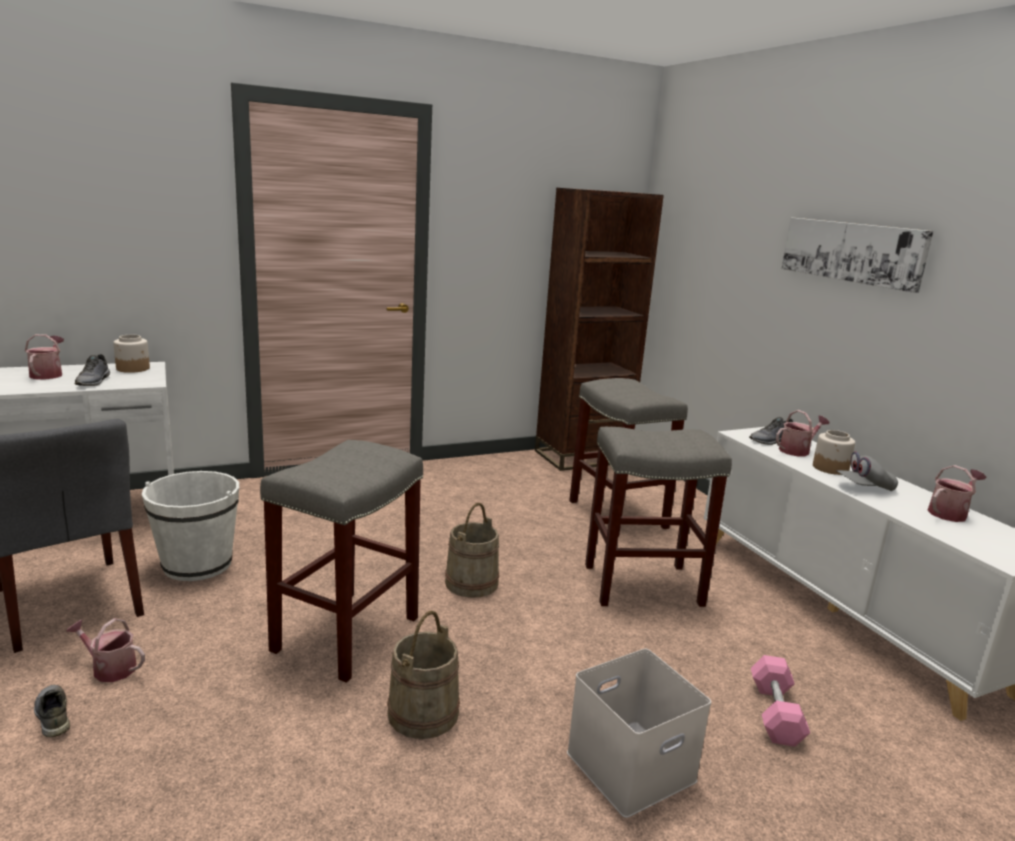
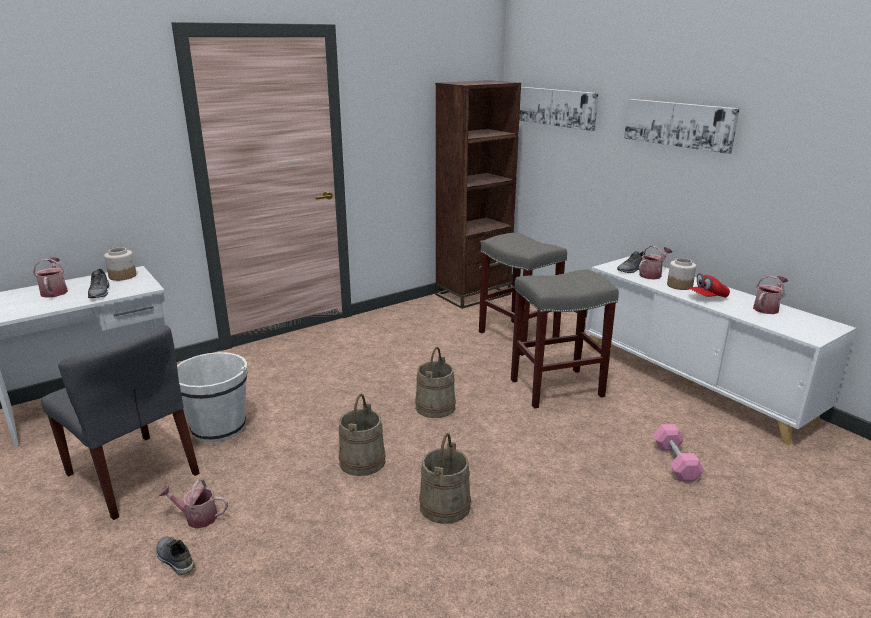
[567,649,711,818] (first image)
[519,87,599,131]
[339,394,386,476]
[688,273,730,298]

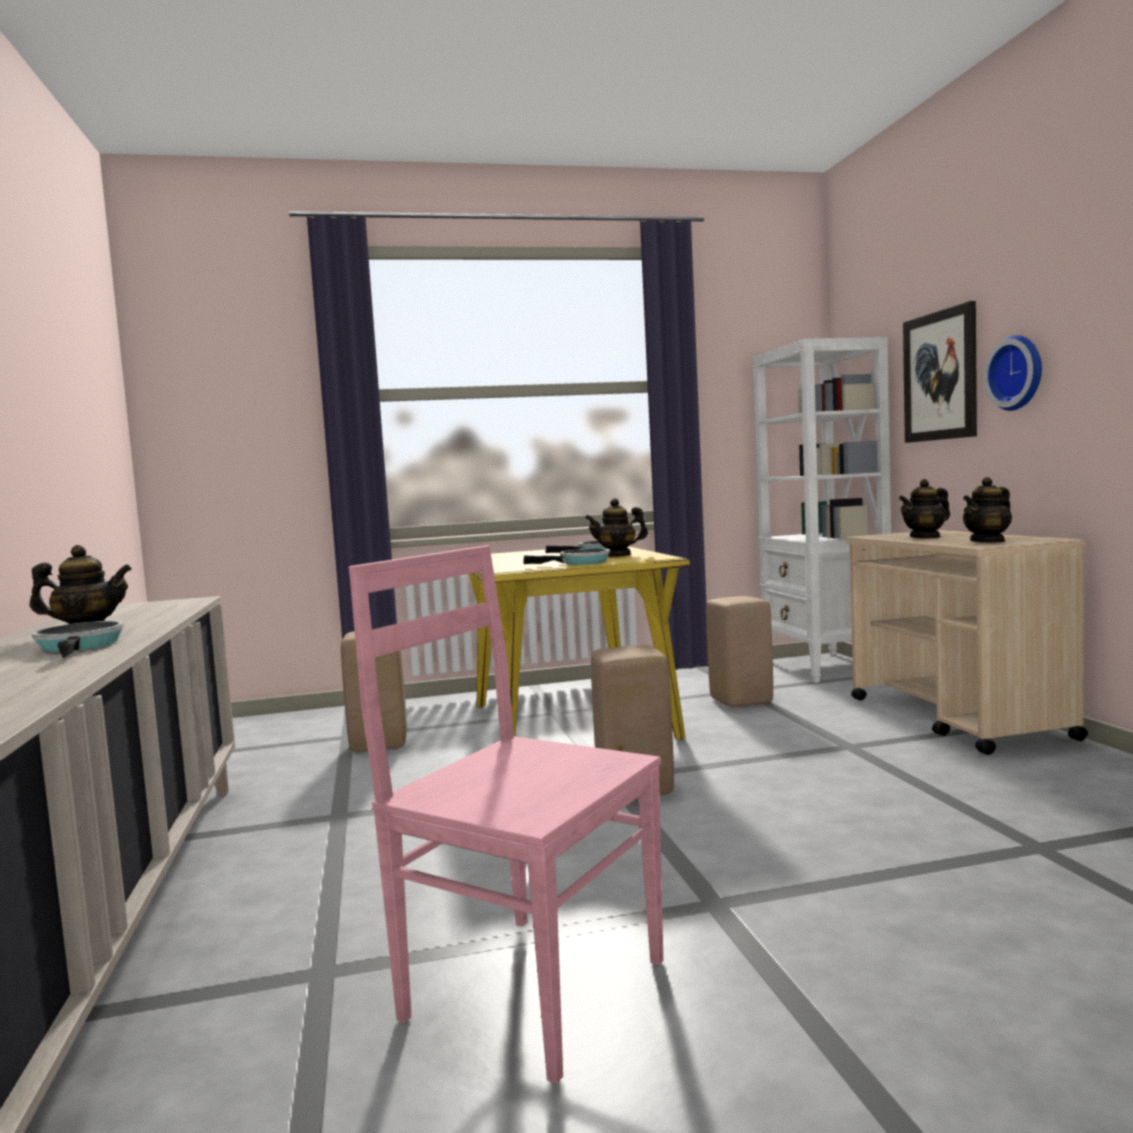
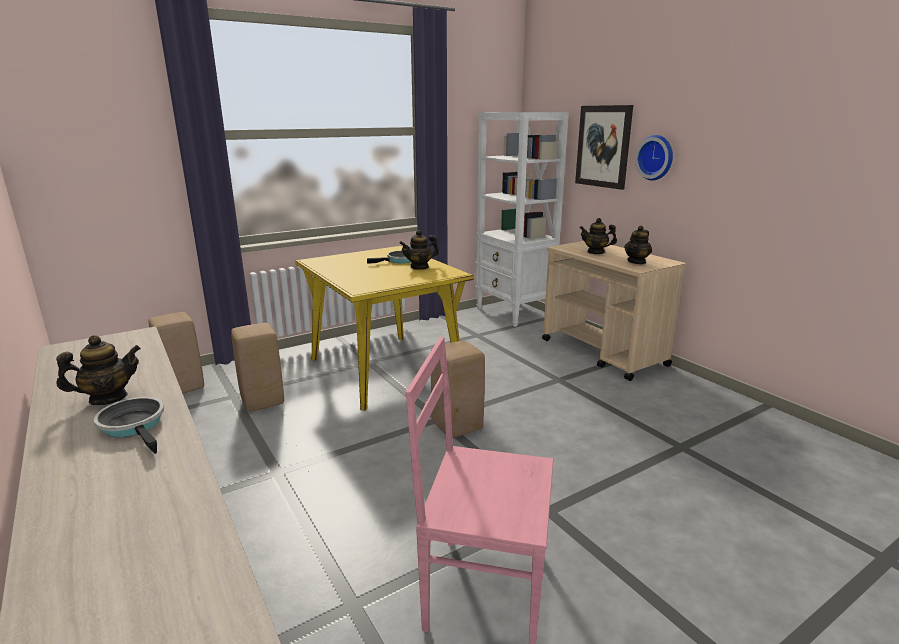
[523,549,610,565] (first image)
[148,312,204,394]
[579,218,617,254]

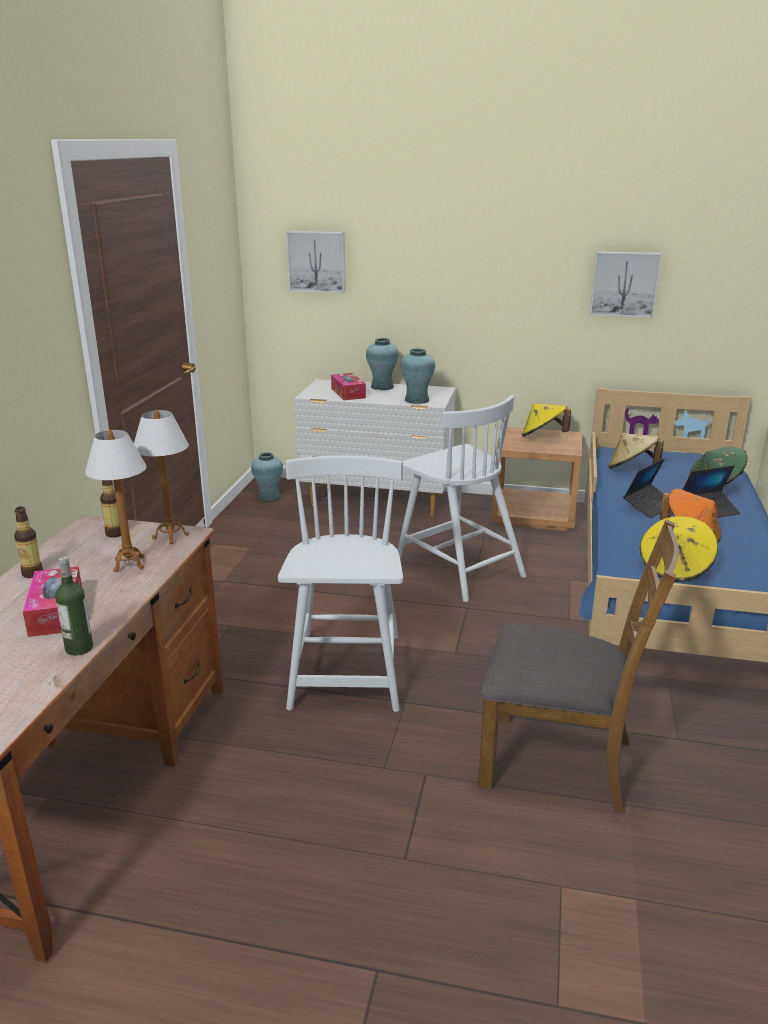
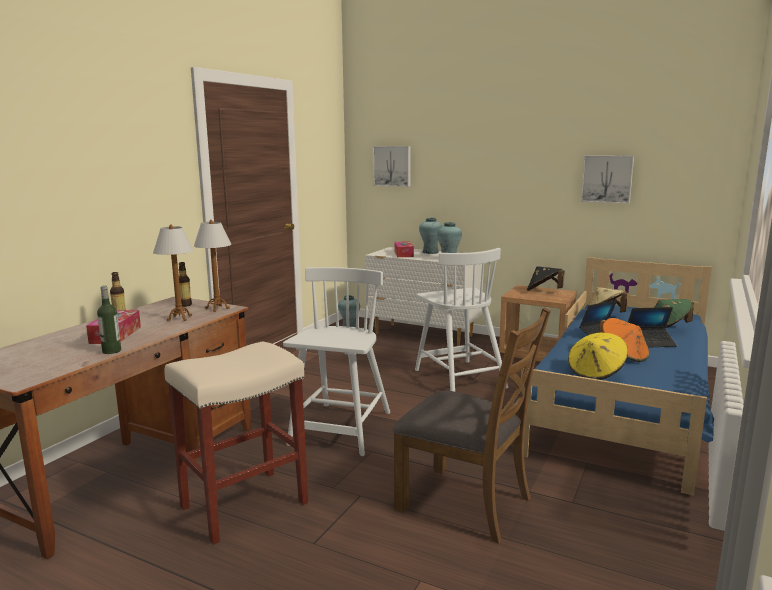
[164,342,308,545]
[527,266,565,291]

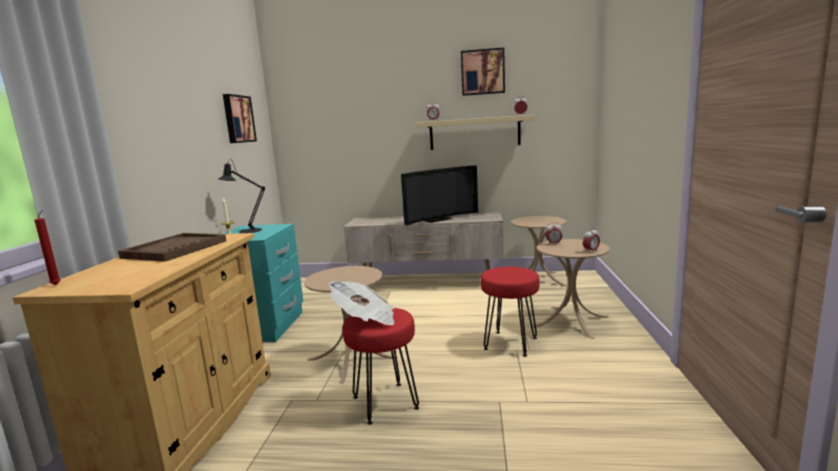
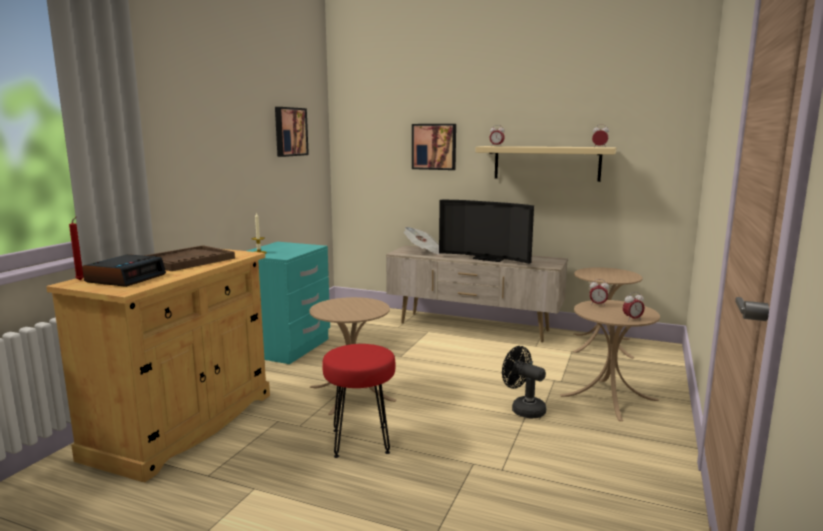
[218,159,265,233] (first image)
[82,254,166,287]
[404,227,440,254]
[412,124,456,170]
[502,346,546,418]
[439,200,534,264]

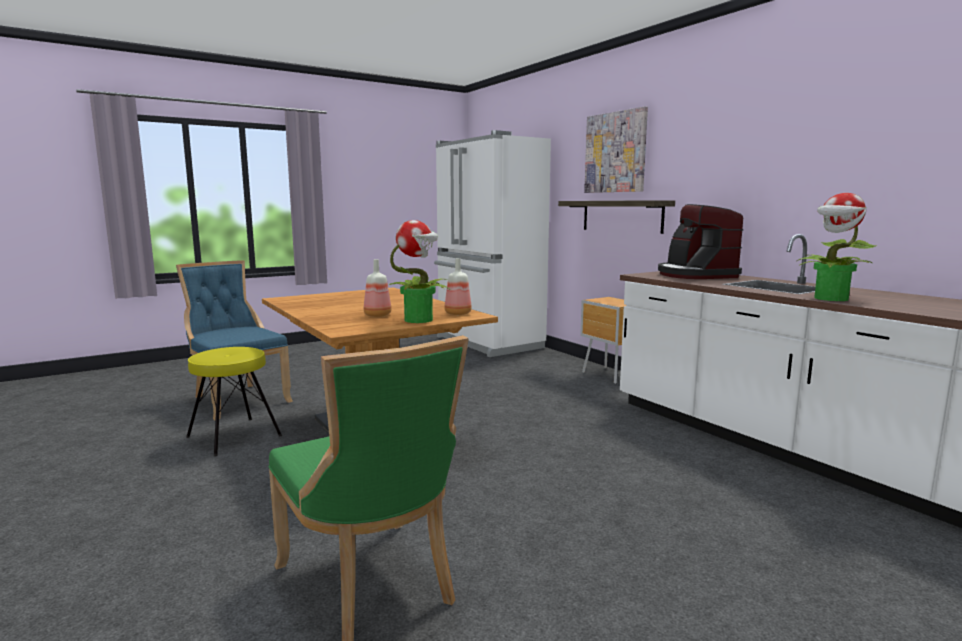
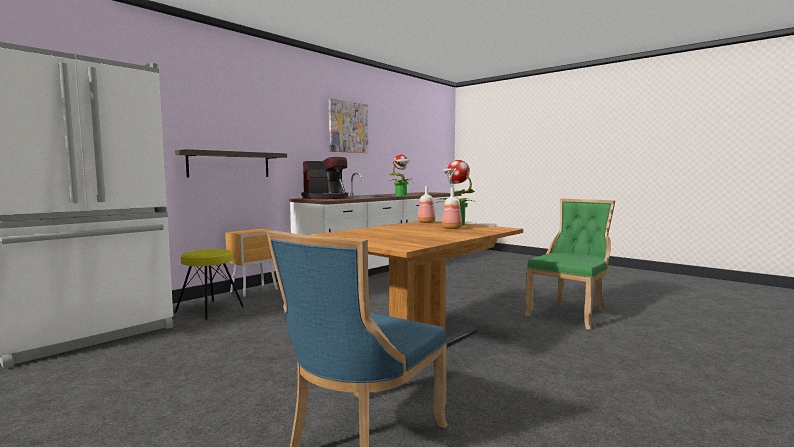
[174,249,244,320]
[329,98,368,153]

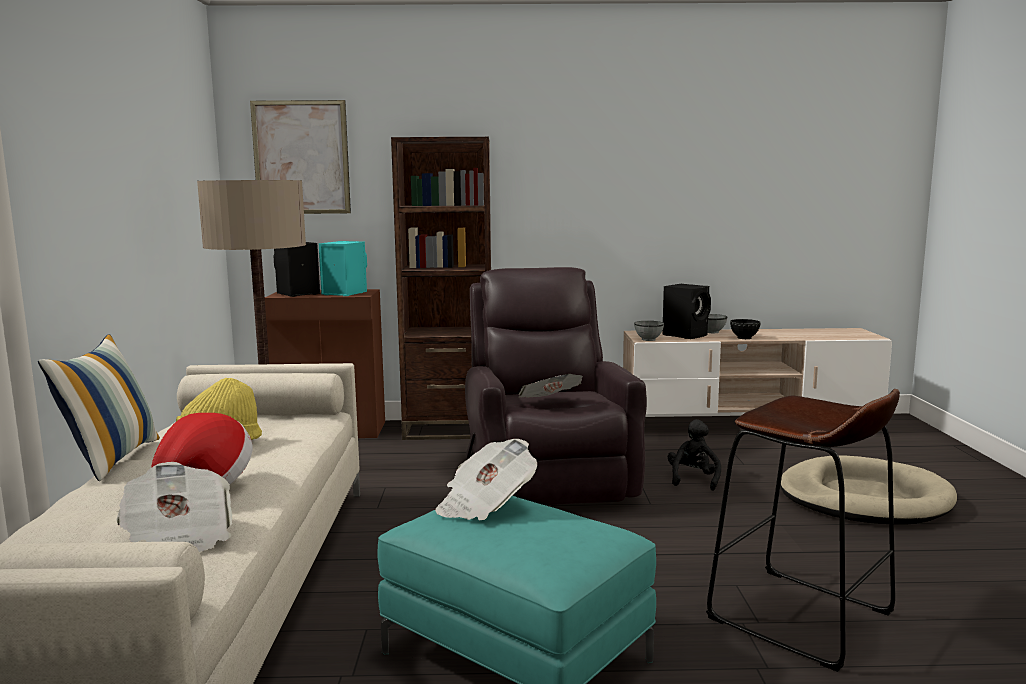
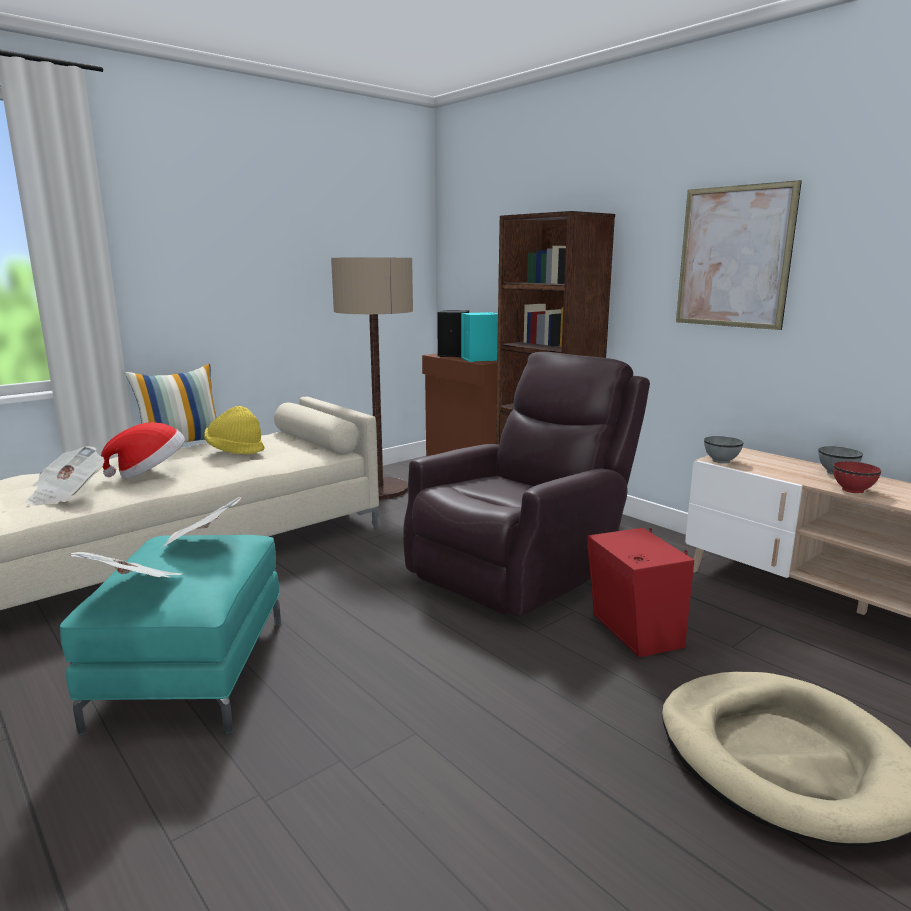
[662,284,711,339] (first image)
[706,389,900,672] (first image)
[676,180,802,330]
[69,552,183,577]
[587,528,694,657]
[833,461,881,493]

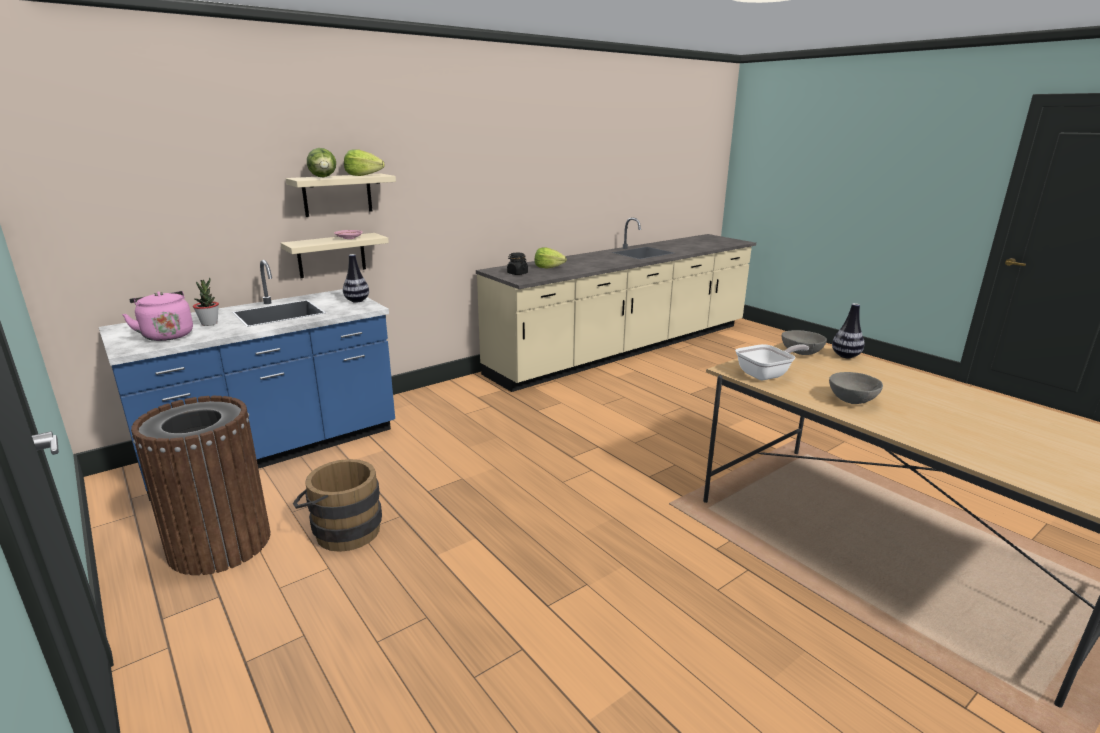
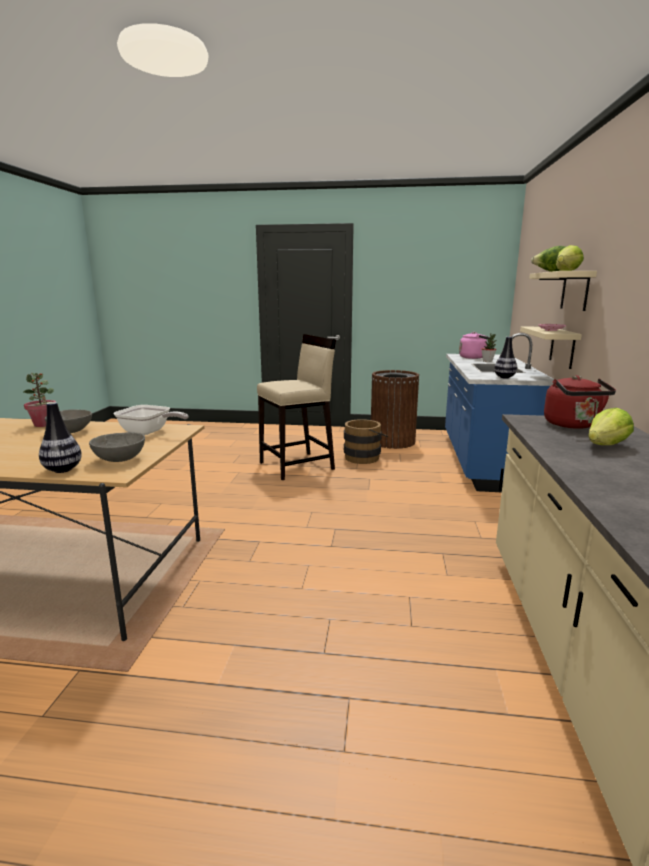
[23,373,56,427]
[257,334,336,480]
[544,375,616,429]
[113,405,188,435]

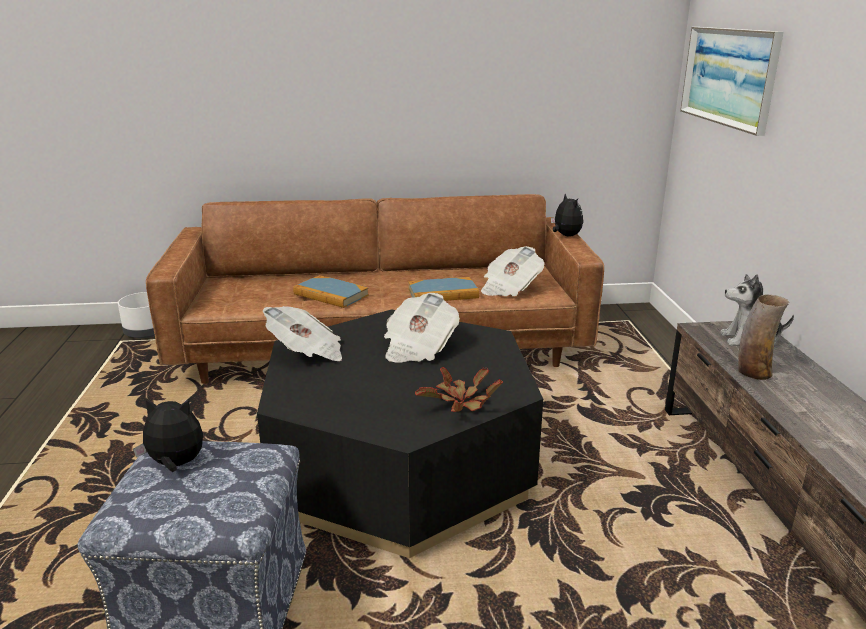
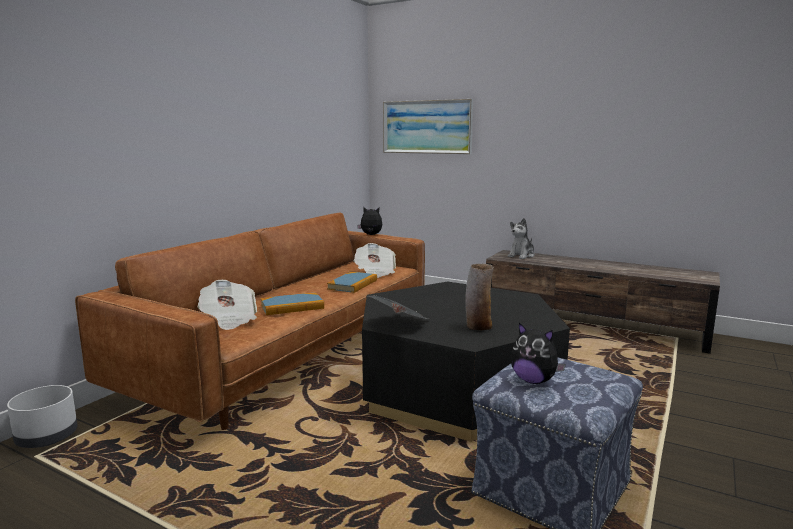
[415,367,503,412] (first image)
[197,280,257,330]
[465,264,494,330]
[510,323,566,384]

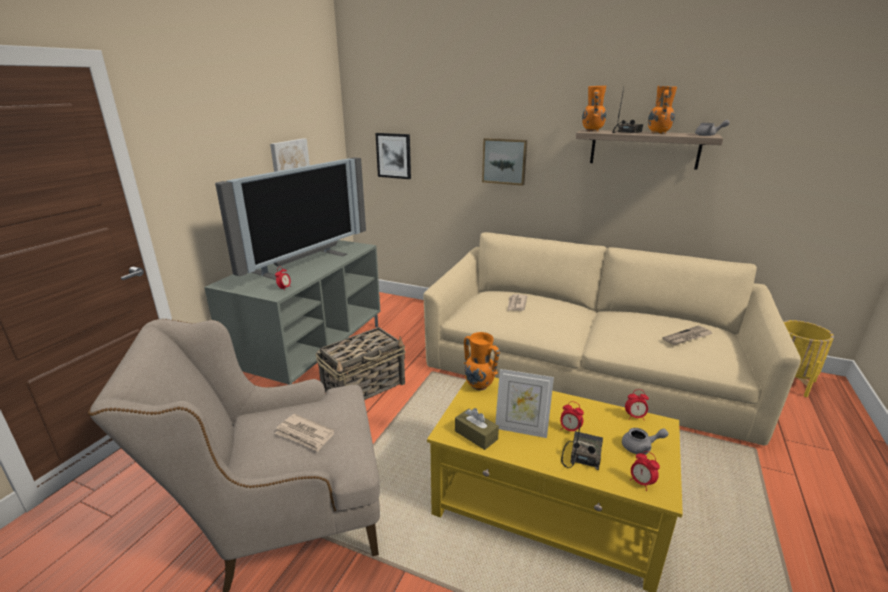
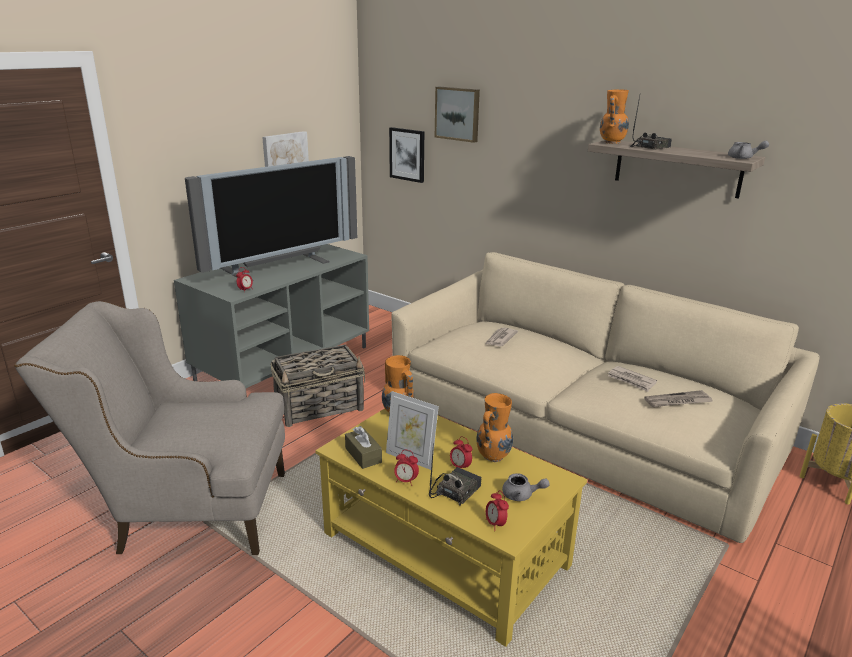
[608,366,657,392]
[435,87,480,143]
[394,450,419,486]
[476,393,513,462]

